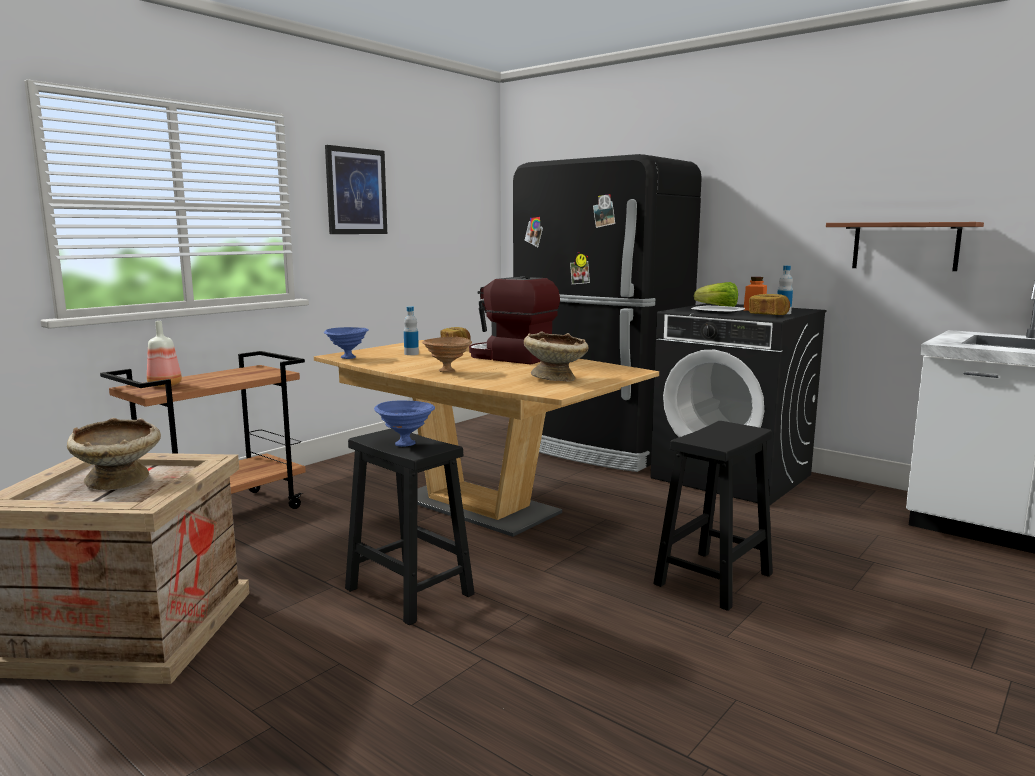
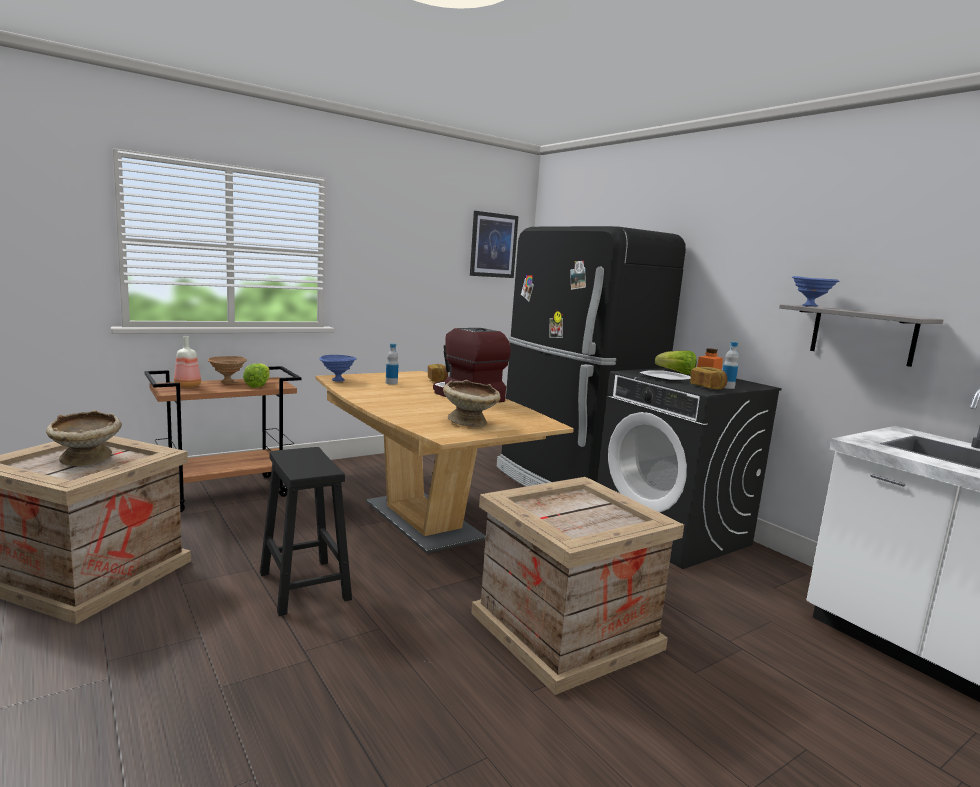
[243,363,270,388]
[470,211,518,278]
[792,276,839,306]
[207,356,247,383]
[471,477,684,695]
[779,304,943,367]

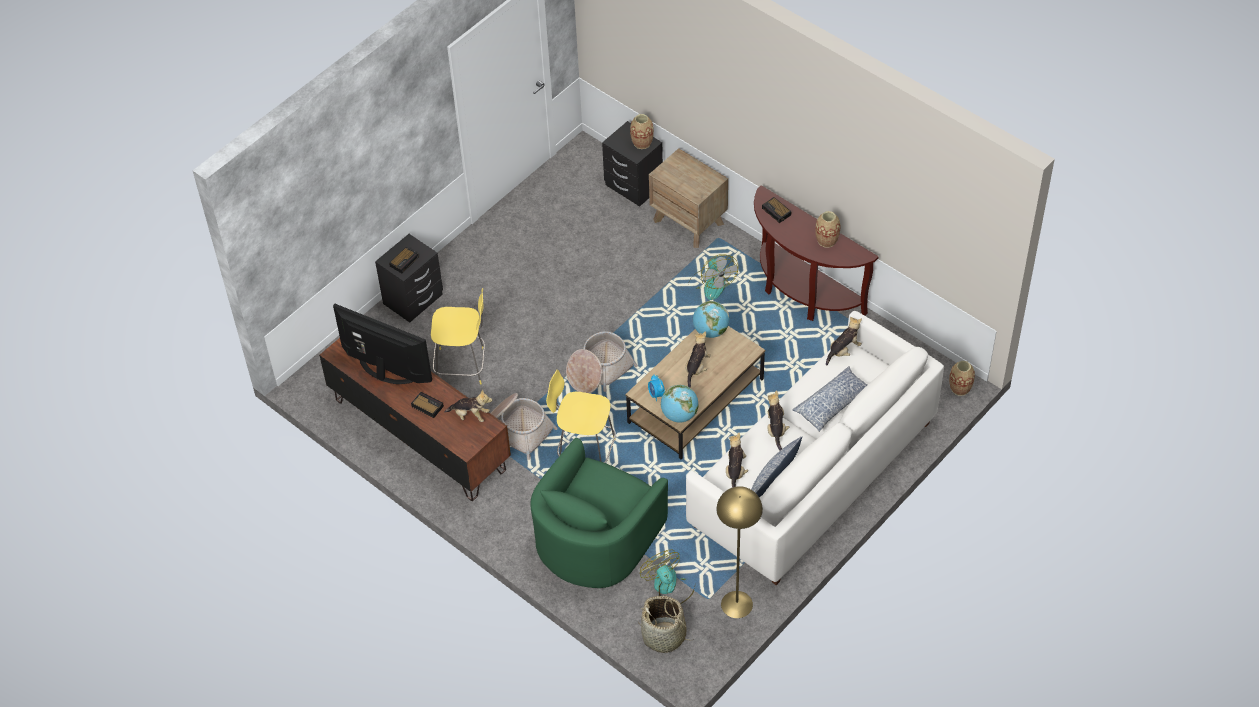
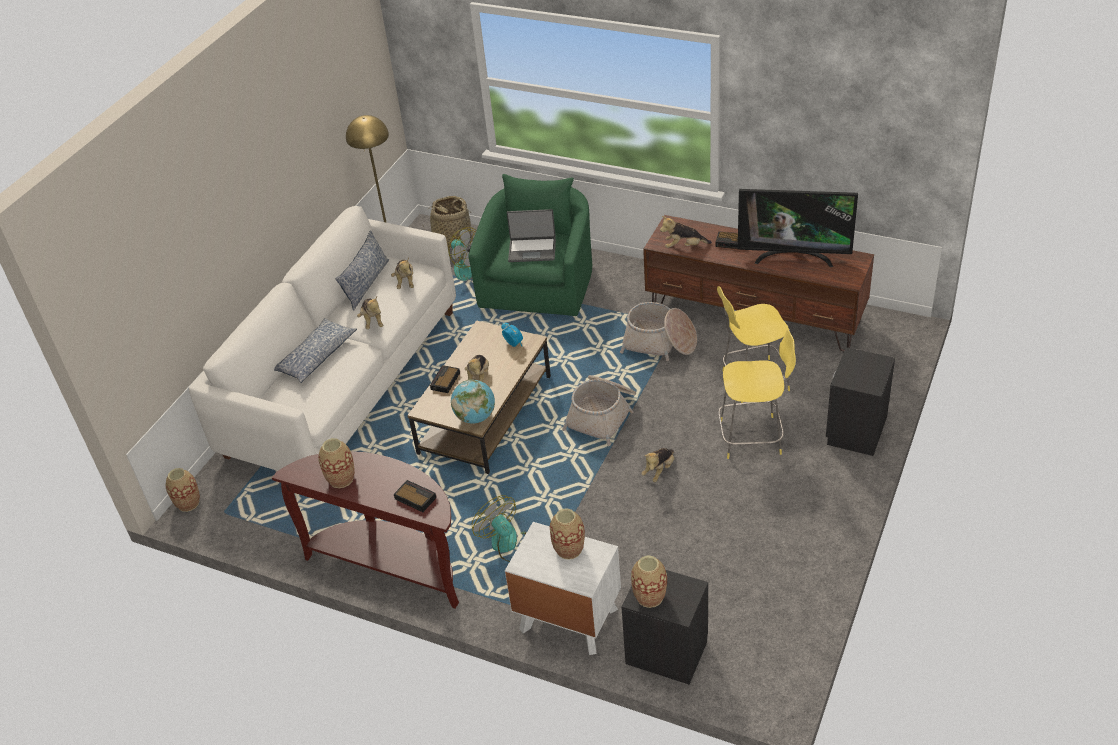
[661,385,698,423] (first image)
[507,209,556,262]
[550,509,585,560]
[430,365,460,393]
[718,329,796,459]
[641,448,674,482]
[505,522,621,655]

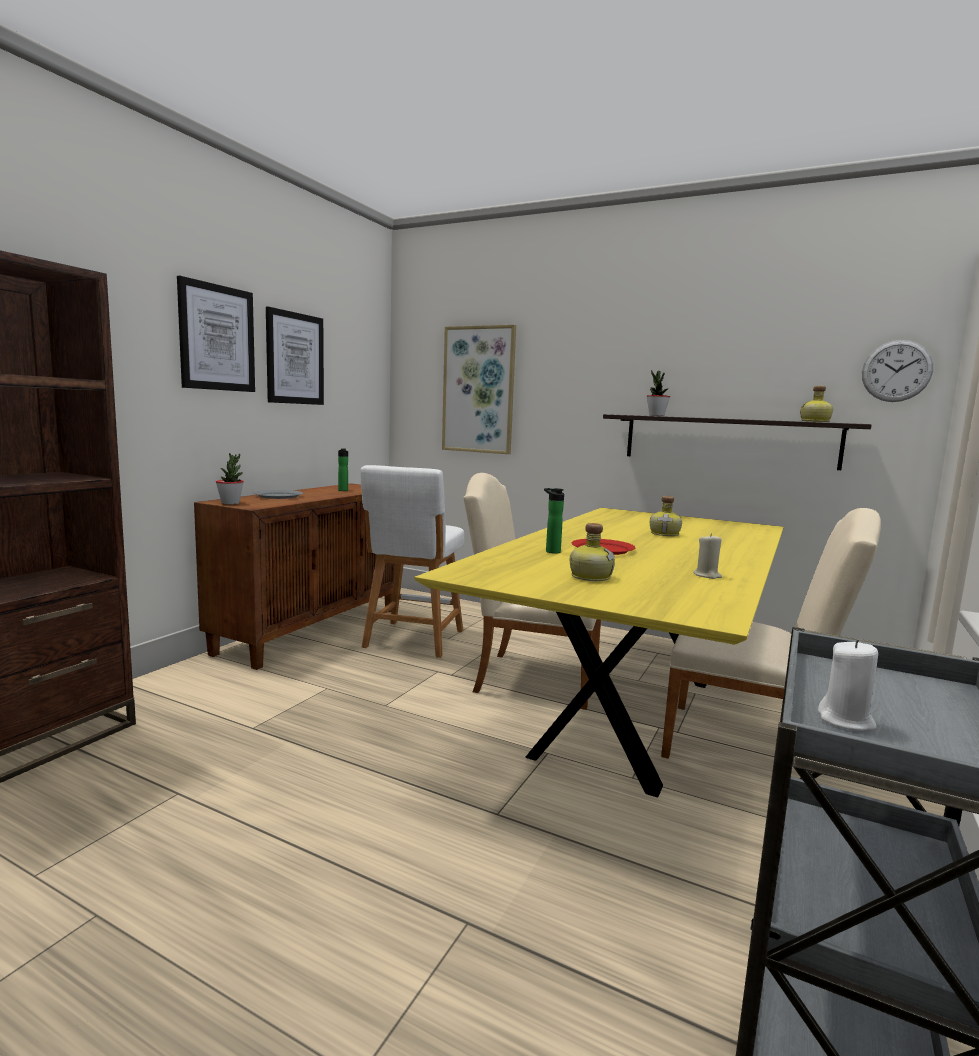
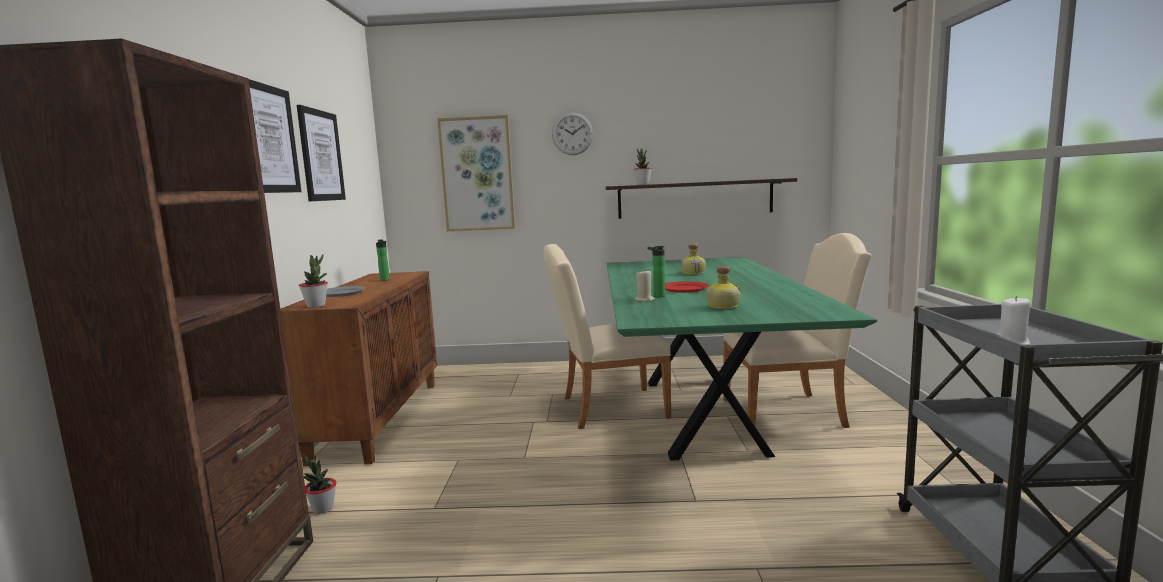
[360,465,464,658] (first image)
[800,386,833,422] (first image)
[303,455,336,514]
[635,270,655,301]
[552,112,593,155]
[607,257,877,460]

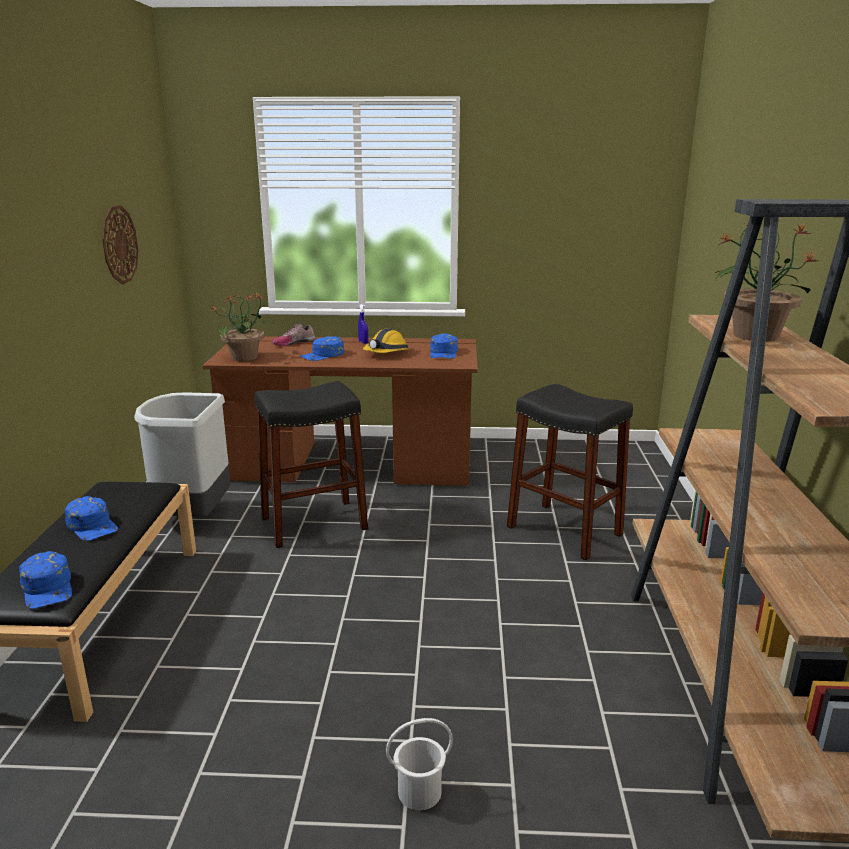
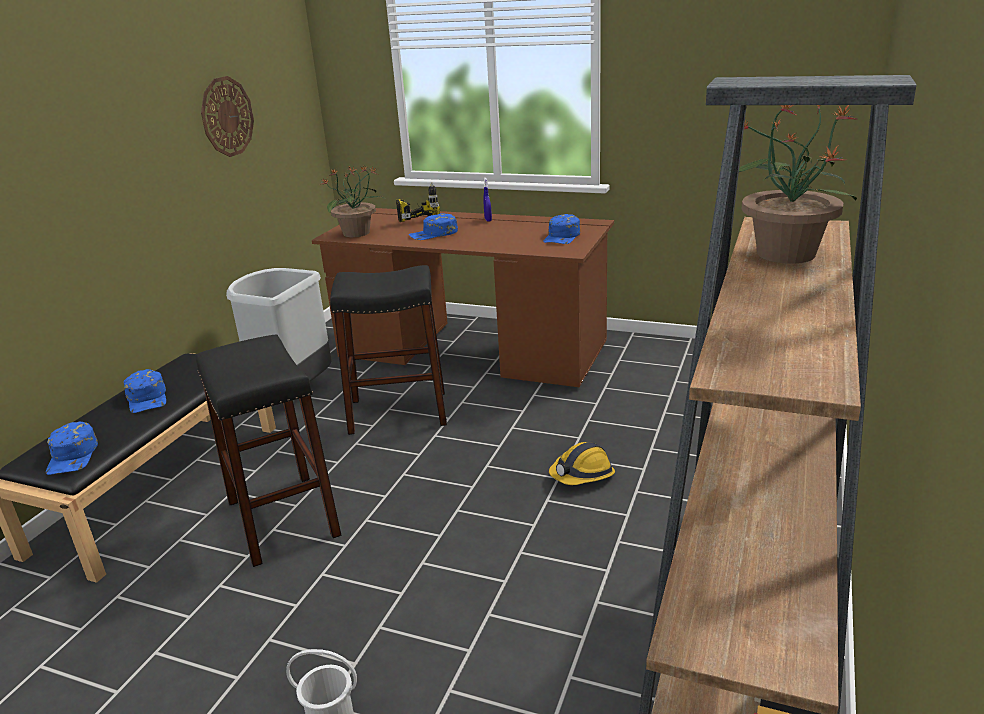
[549,442,615,485]
[196,335,341,567]
[396,183,440,222]

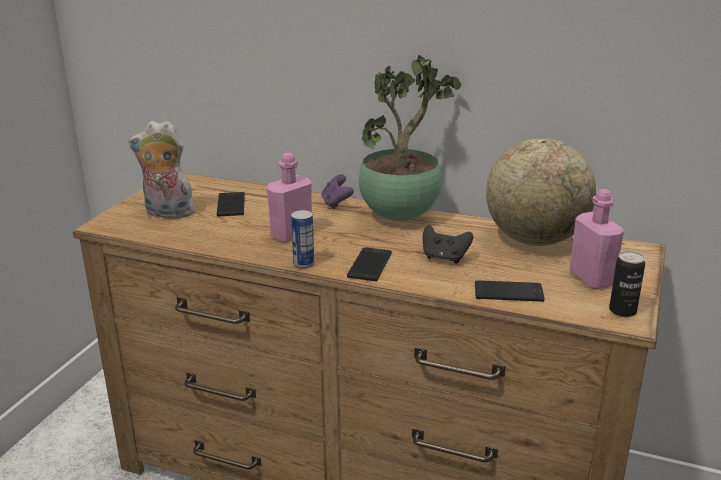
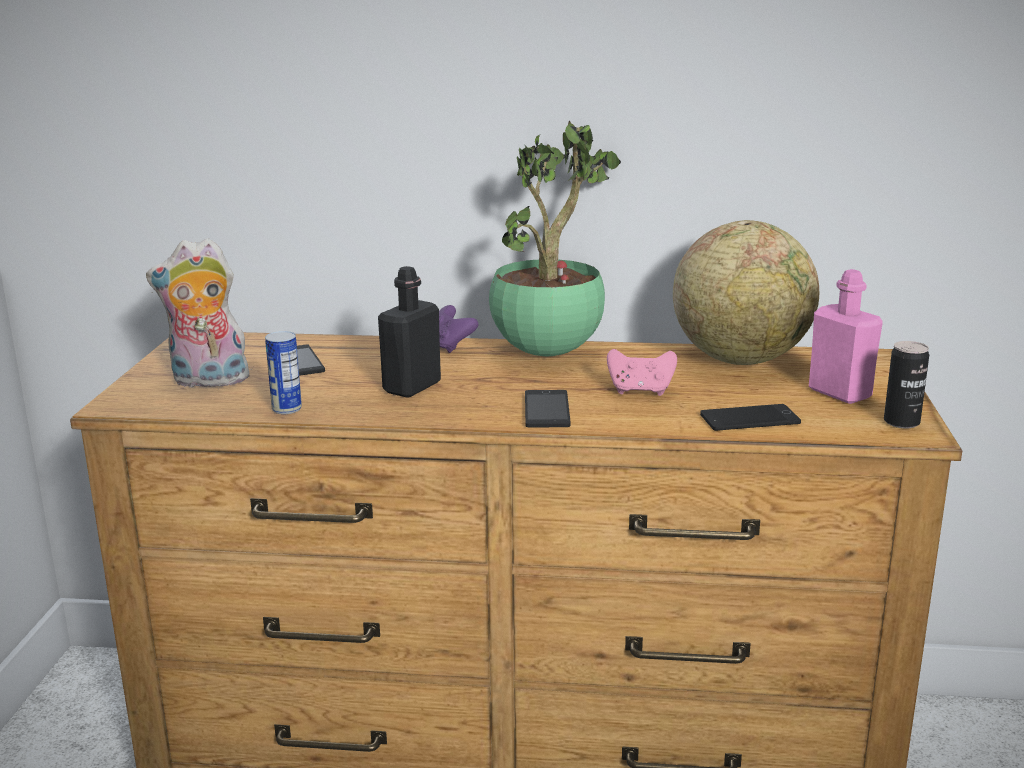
[265,331,302,414]
[378,266,441,397]
[607,349,677,396]

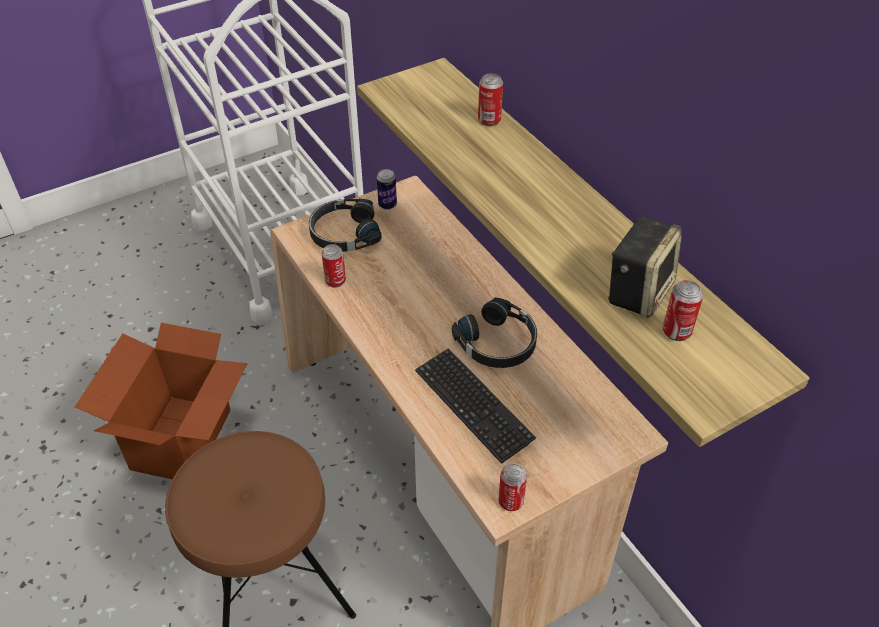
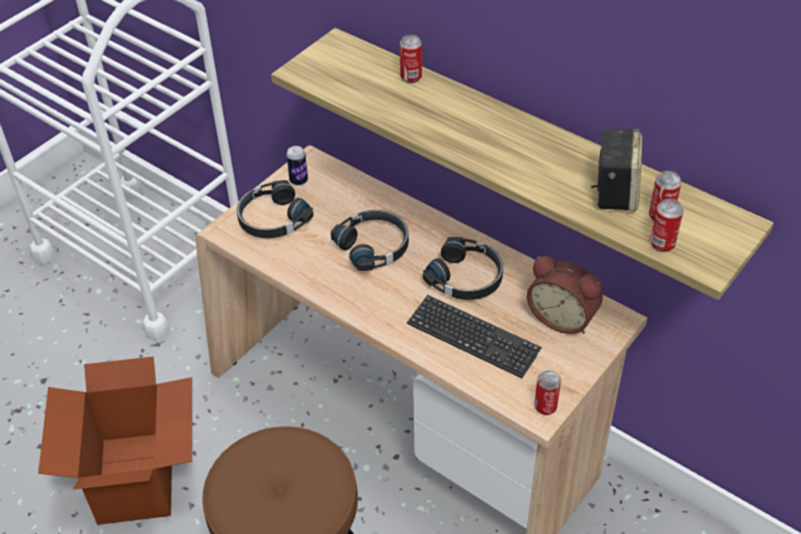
[331,210,409,271]
[527,256,603,334]
[650,199,683,252]

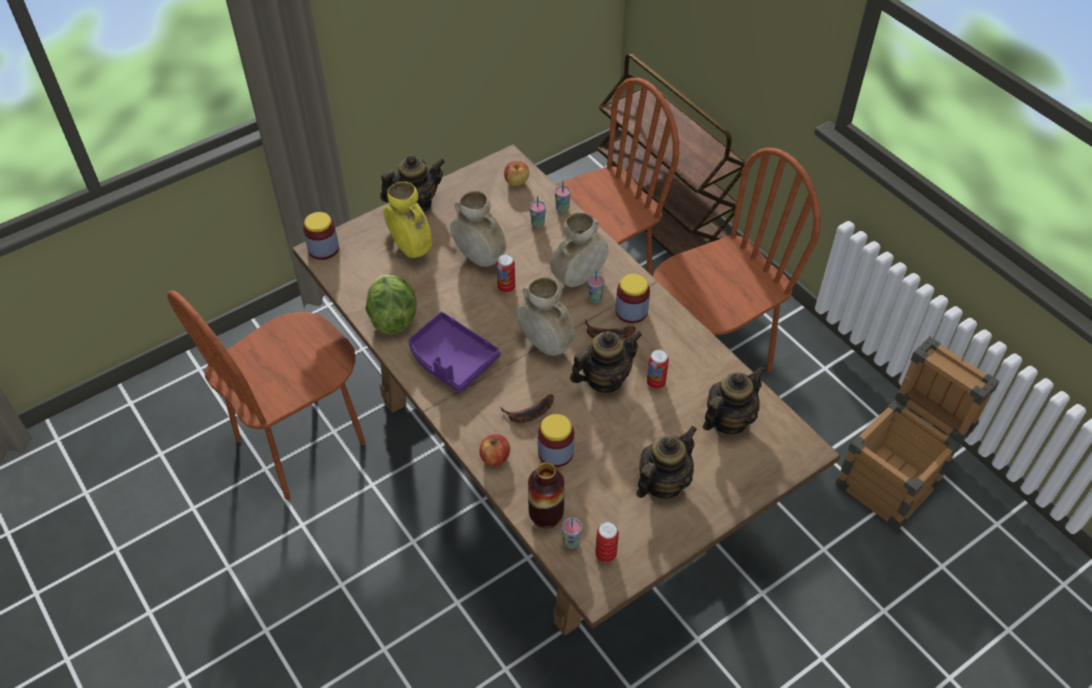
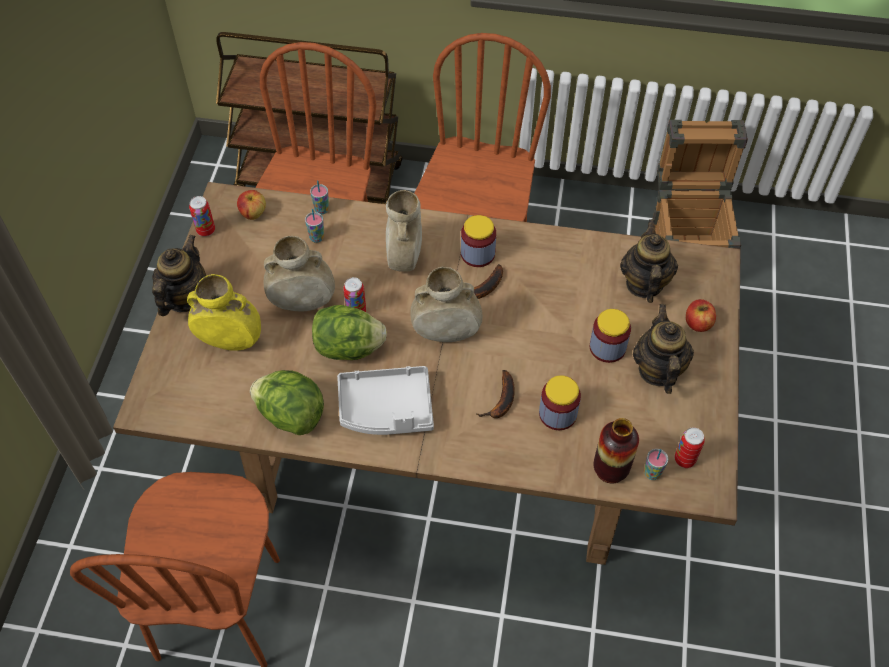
[570,331,642,393] (first image)
[588,271,605,303] (first image)
[312,305,387,360]
[590,309,631,363]
[686,299,716,332]
[189,196,215,237]
[337,366,434,435]

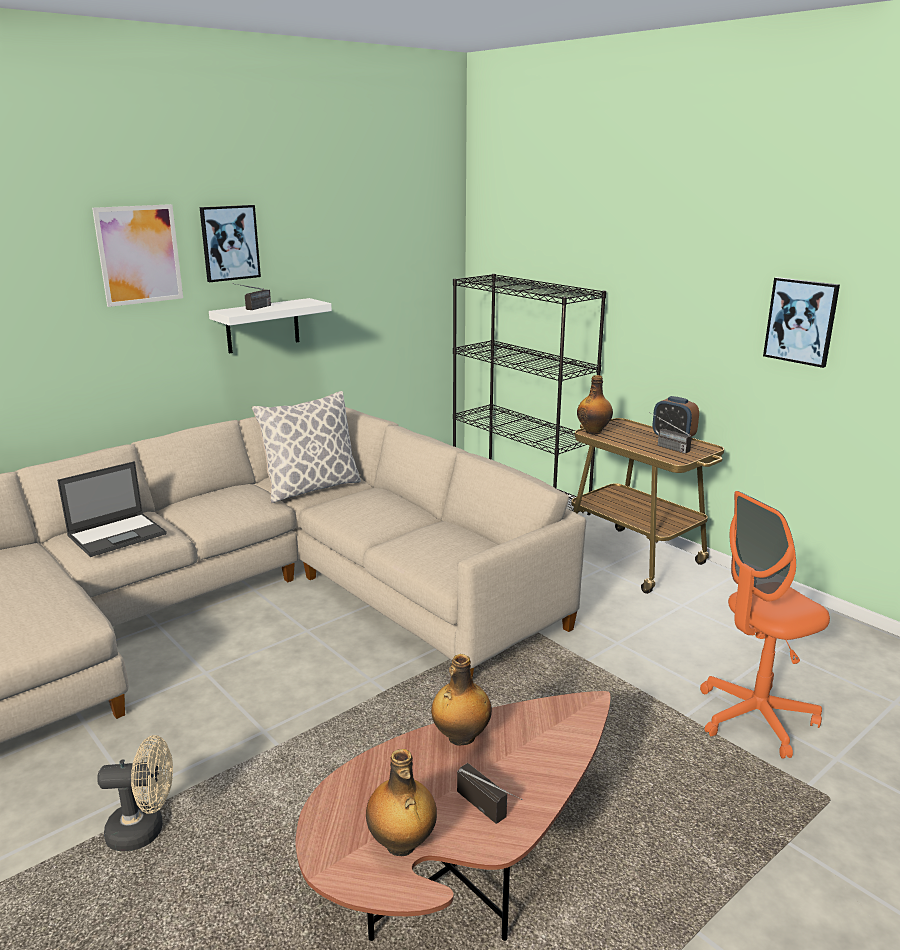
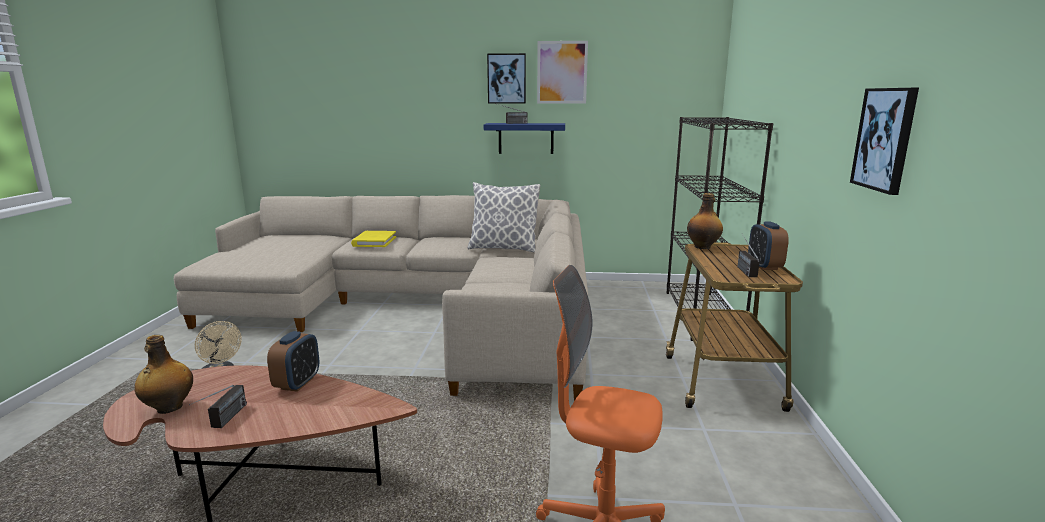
[537,41,588,103]
[351,231,396,247]
[267,331,319,392]
[484,123,565,154]

